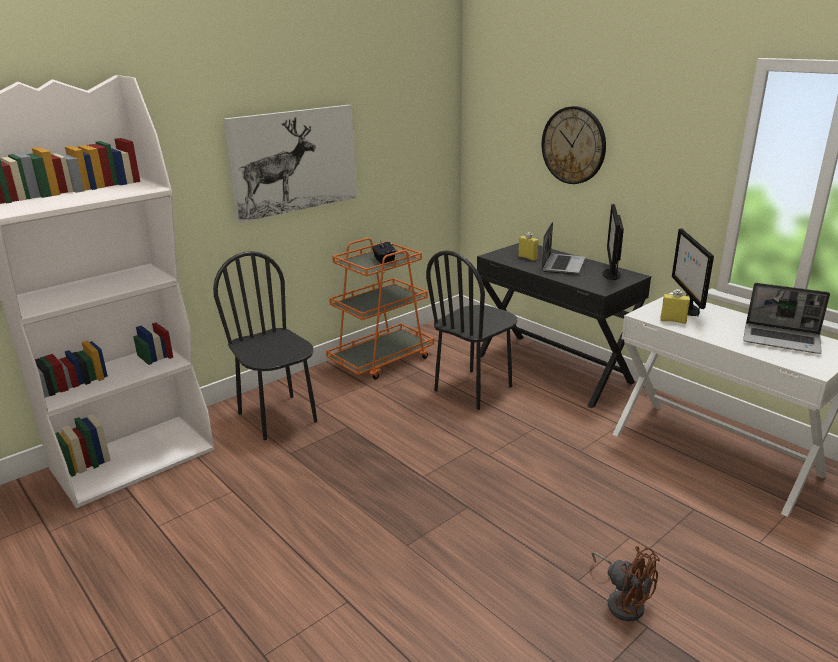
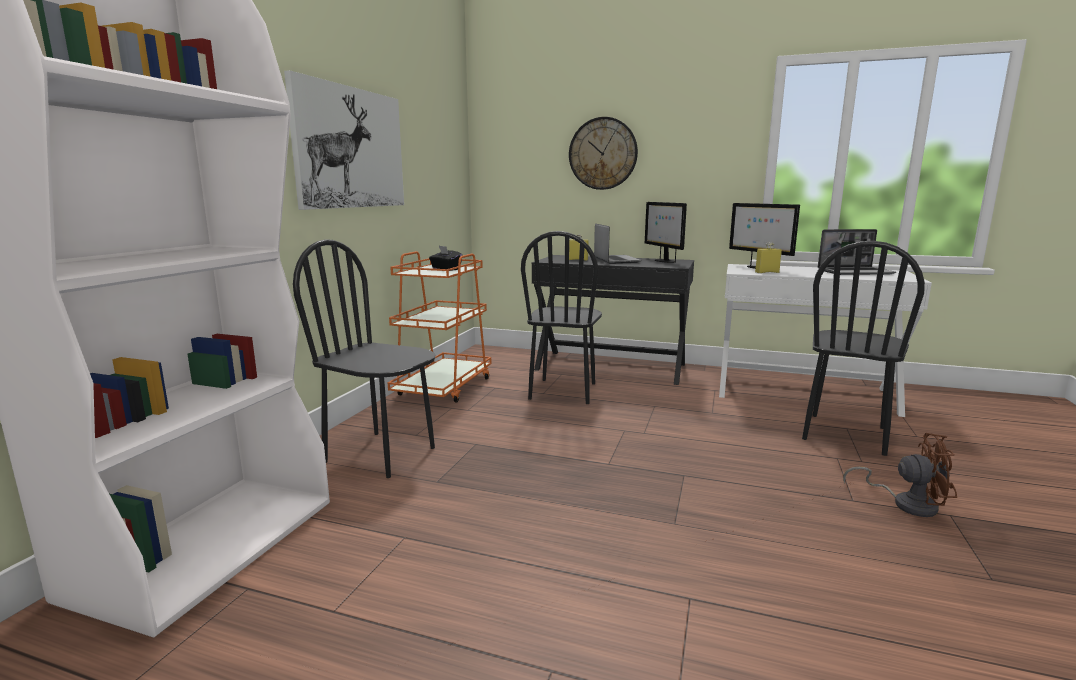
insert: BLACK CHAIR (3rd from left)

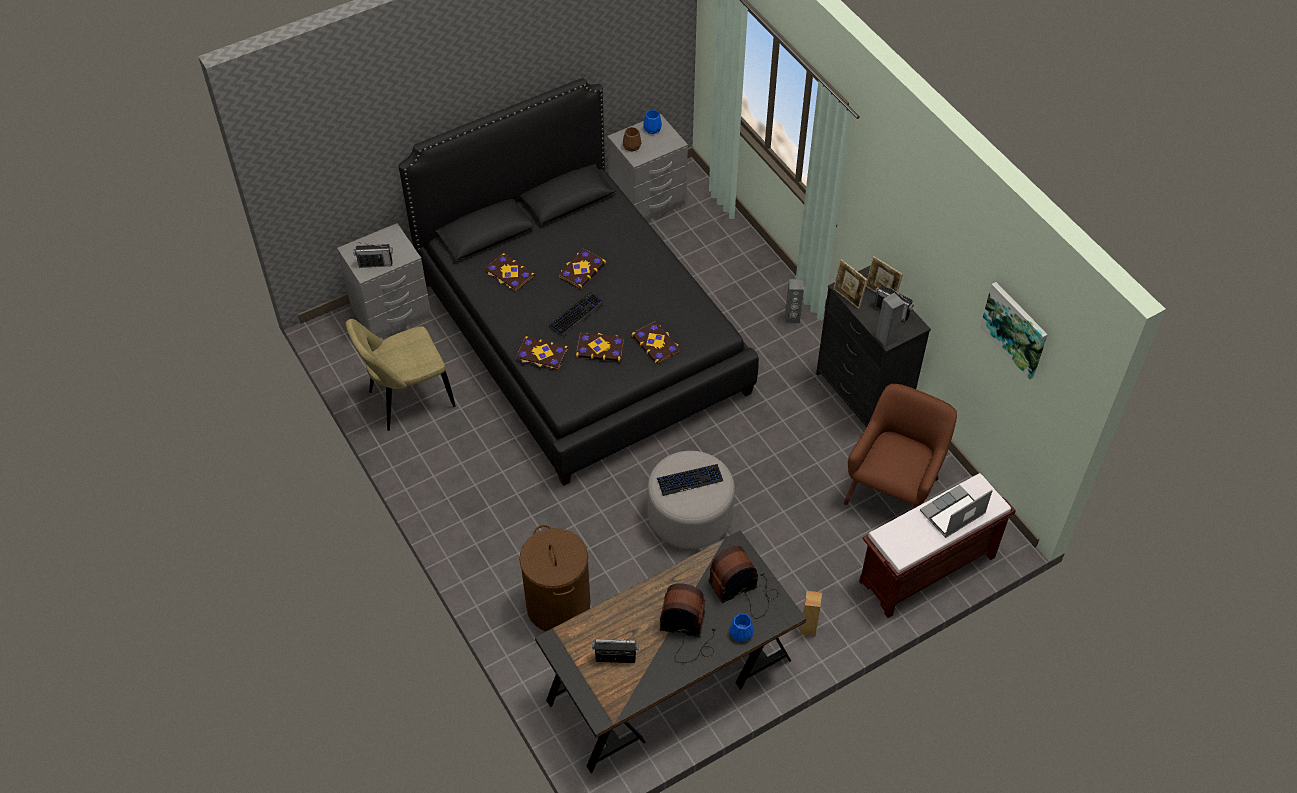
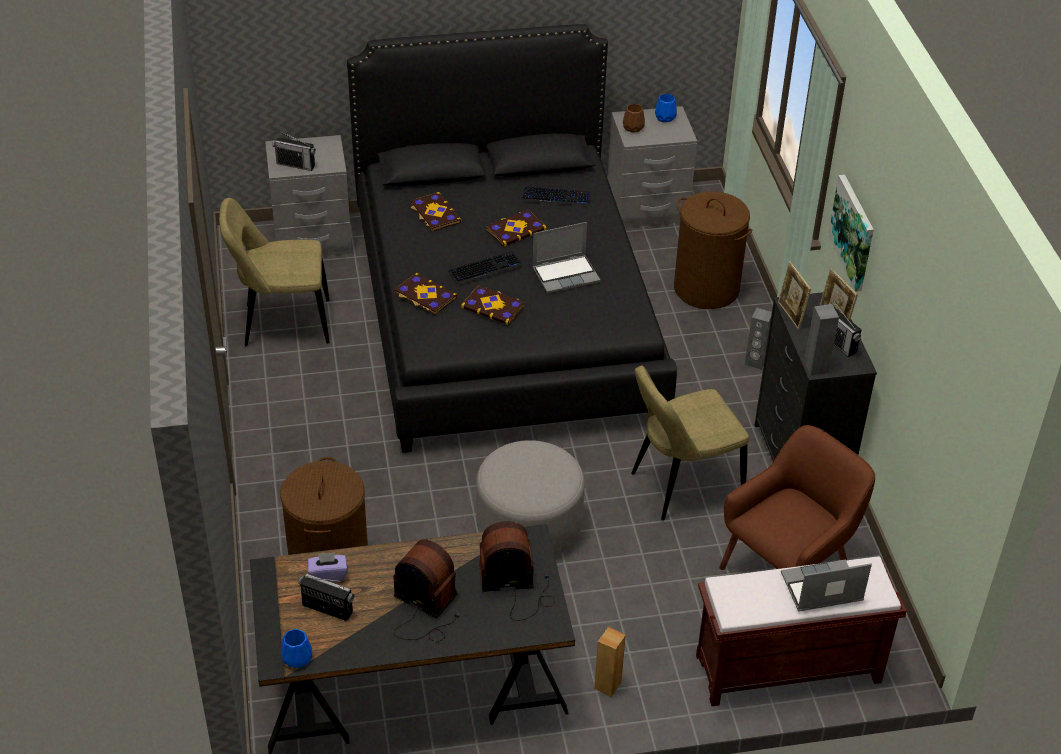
delete: BOOK (5th from left)
insert: PURPLE TISSUE BOX; LAPTOP (1st from left); BEIGE CHAIR (2nd from left); BROWN LAUNDRY BASKET (2nd from left)
move: BLUE VASE (2nd from left in the first image) to BLUE VASE (1st from left); KEYBOARD (2nd from left); PICTURE

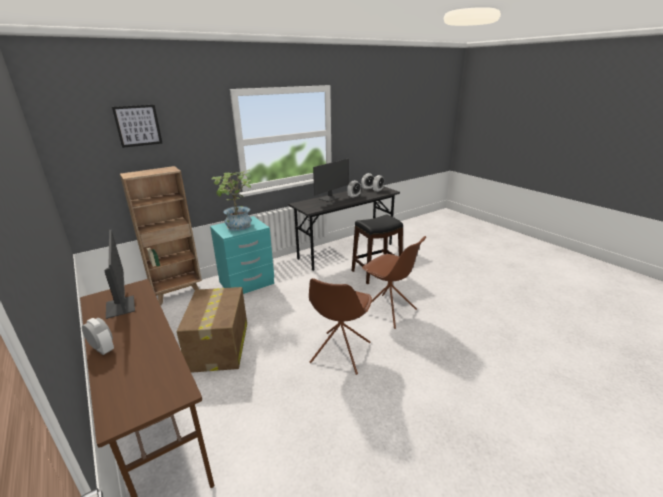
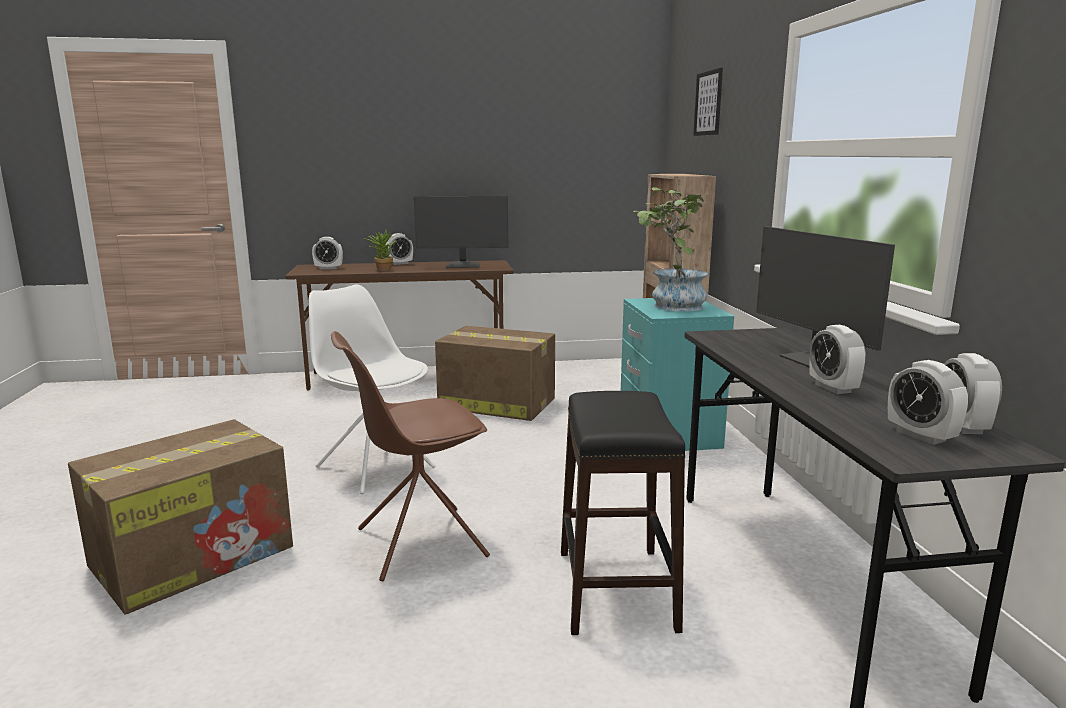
insert: CARDBOARD BOX (1st from left); ALARM CLOCK (1st from left); POTTED PLANT (1st from left)
recolor: BROWN CHAIR (1st from left) to WHITE CHAIR

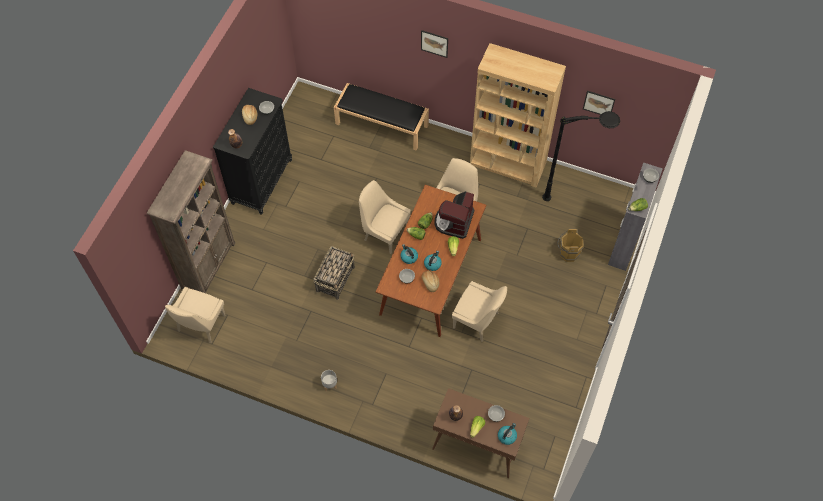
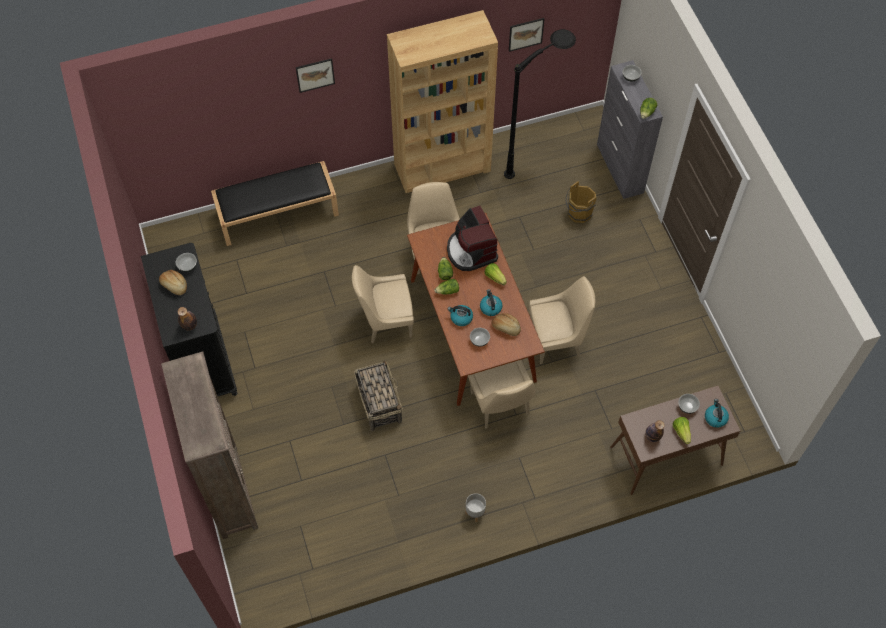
move: BEIGE CHAIR (1st from left in the first image) to BEIGE CHAIR (3rd from left)

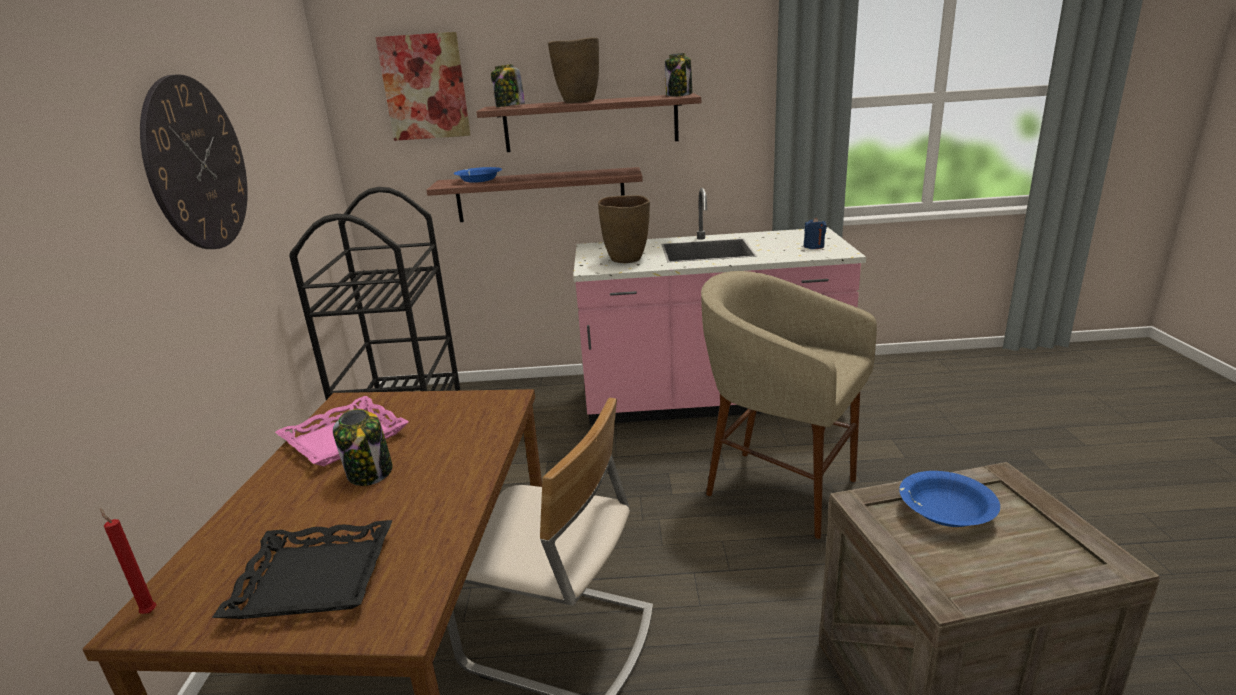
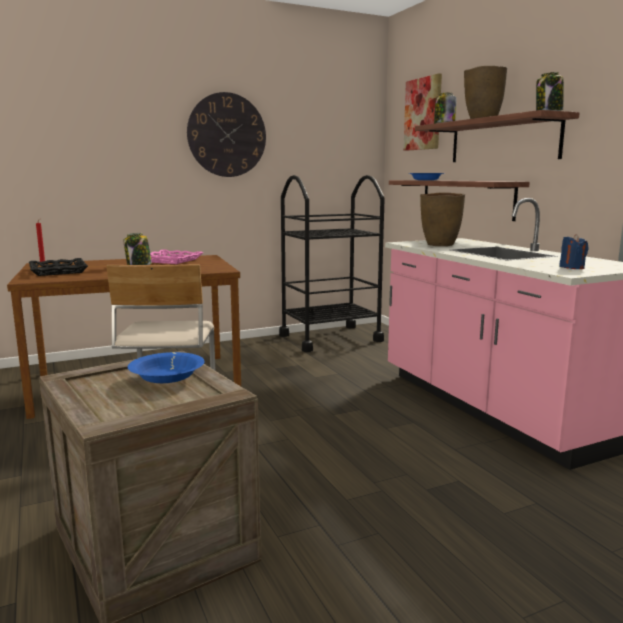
delete: BEIGE STOOL

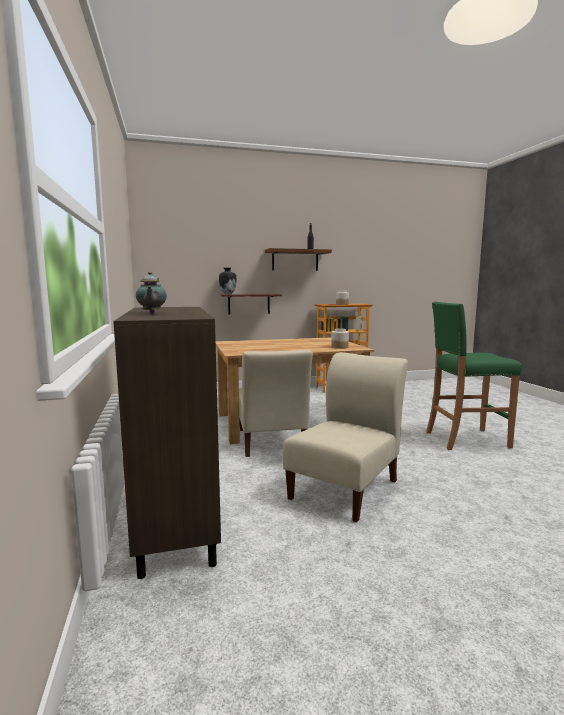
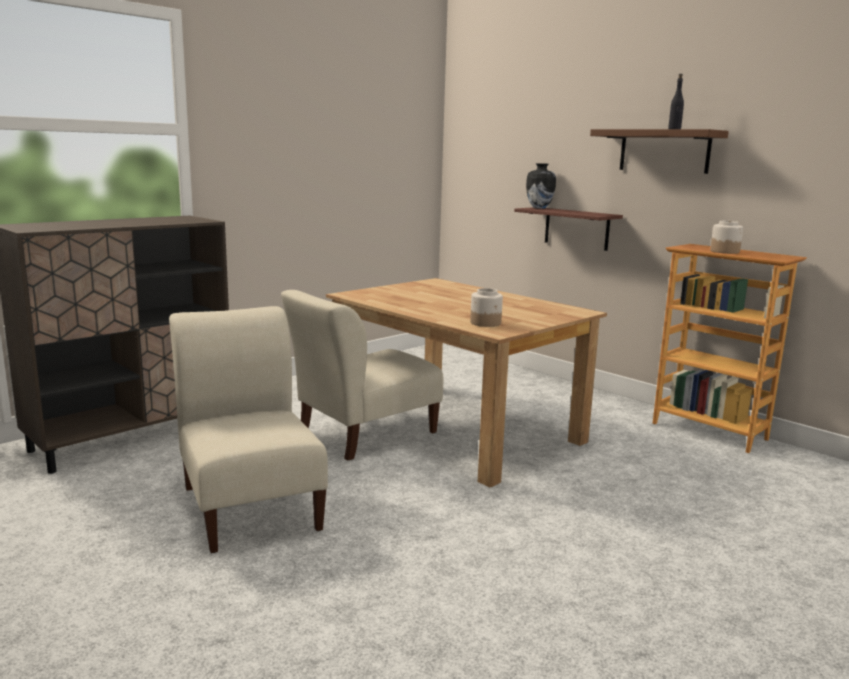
delete: TEAPOT; GREEN STOOL
rotate: BEIGE CHAIR (2nd from left in the first image) 120 degrees counterclockwise

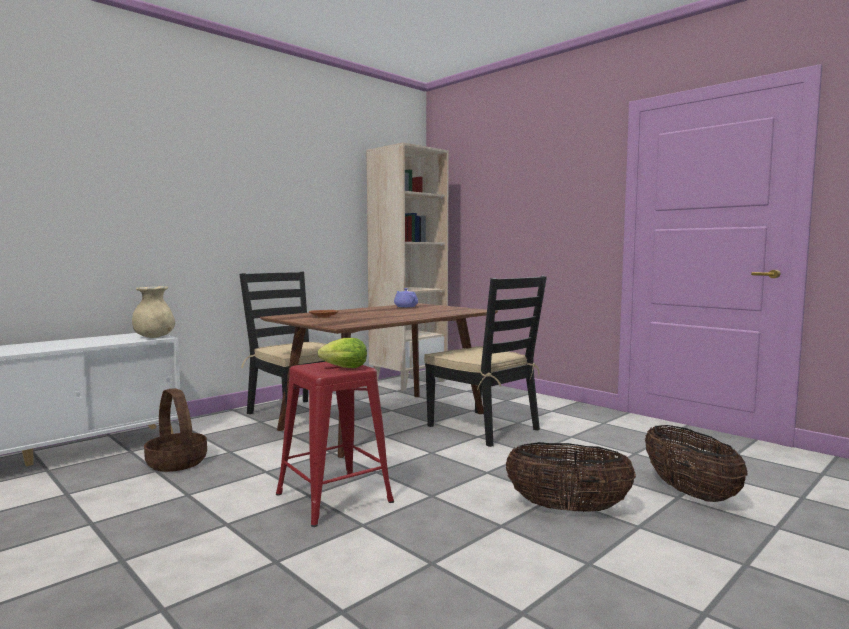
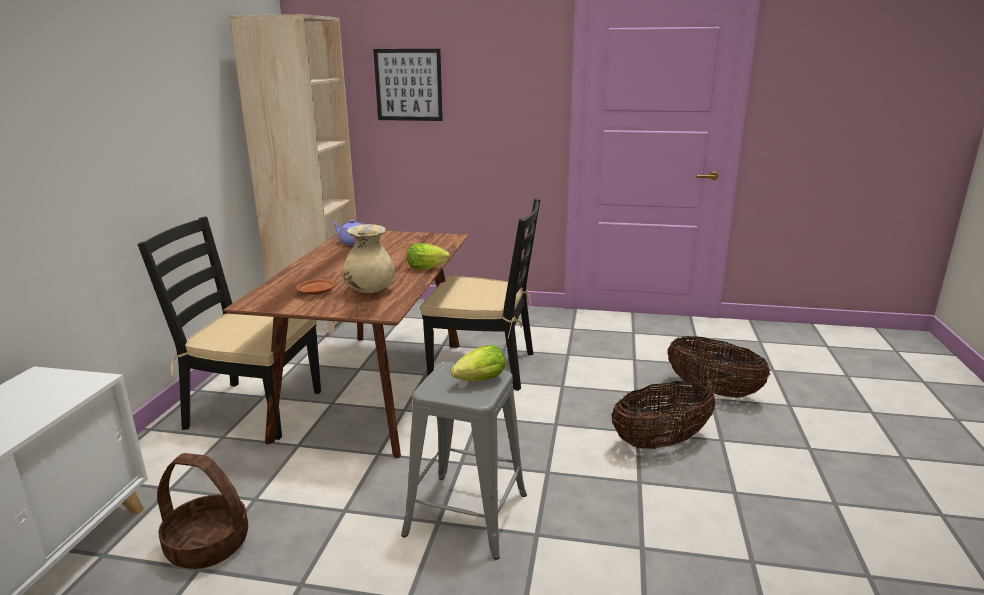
insert: PICTURE; LETTUCE (1st from left)
move: BEIGE VASE
recolor: RED STOOL to GREY STOOL

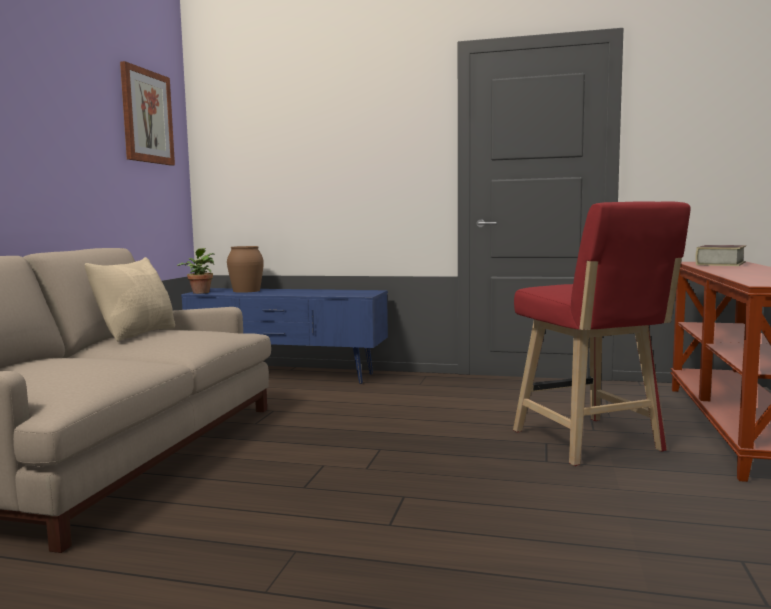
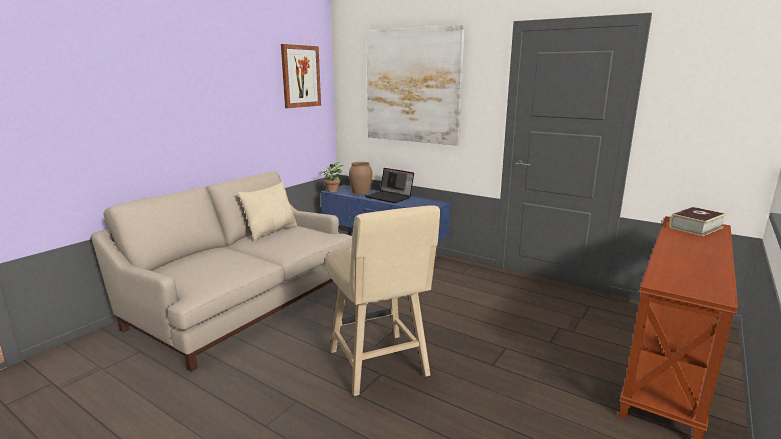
delete: RED STOOL
insert: BEIGE STOOL; LAPTOP; PICTURE (2nd from left)

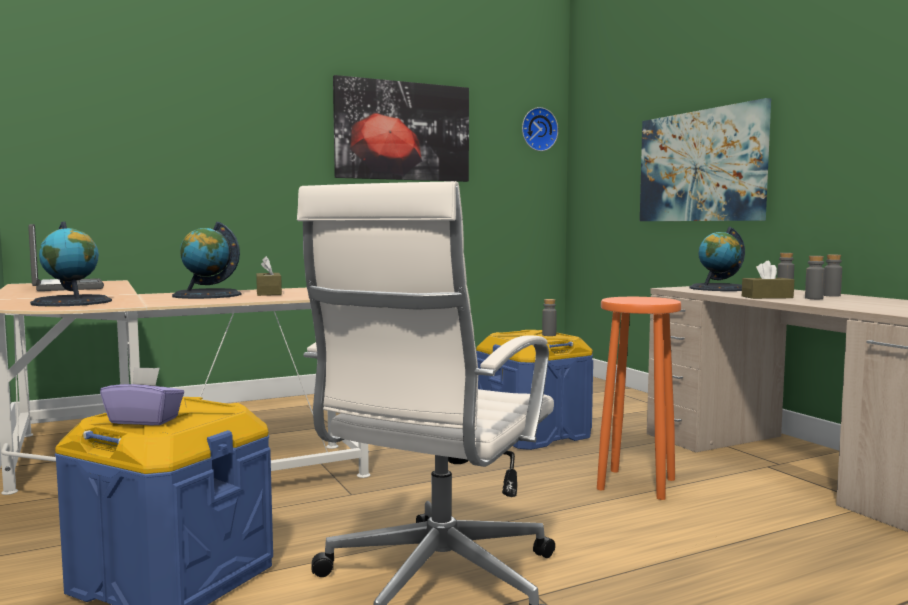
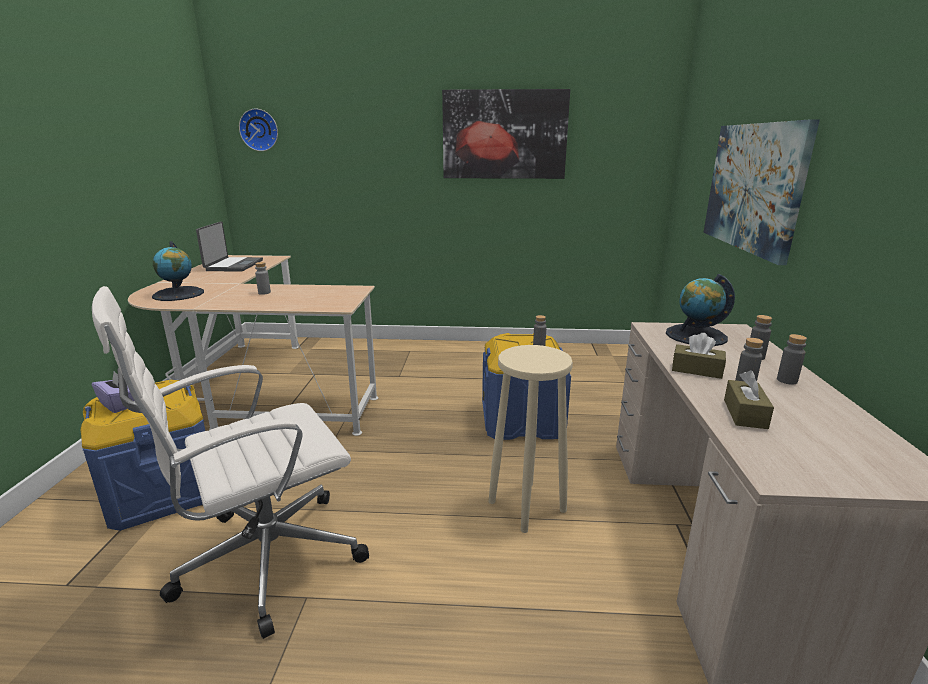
move: WALL CLOCK; BROWN TISSUE BOX (1st from left in the first image) to BROWN TISSUE BOX (2nd from left)
replace: GLOBE (2nd from left) to GREY BOTTLE (1st from left)
recolor: ORANGE STOOL to BEIGE STOOL

